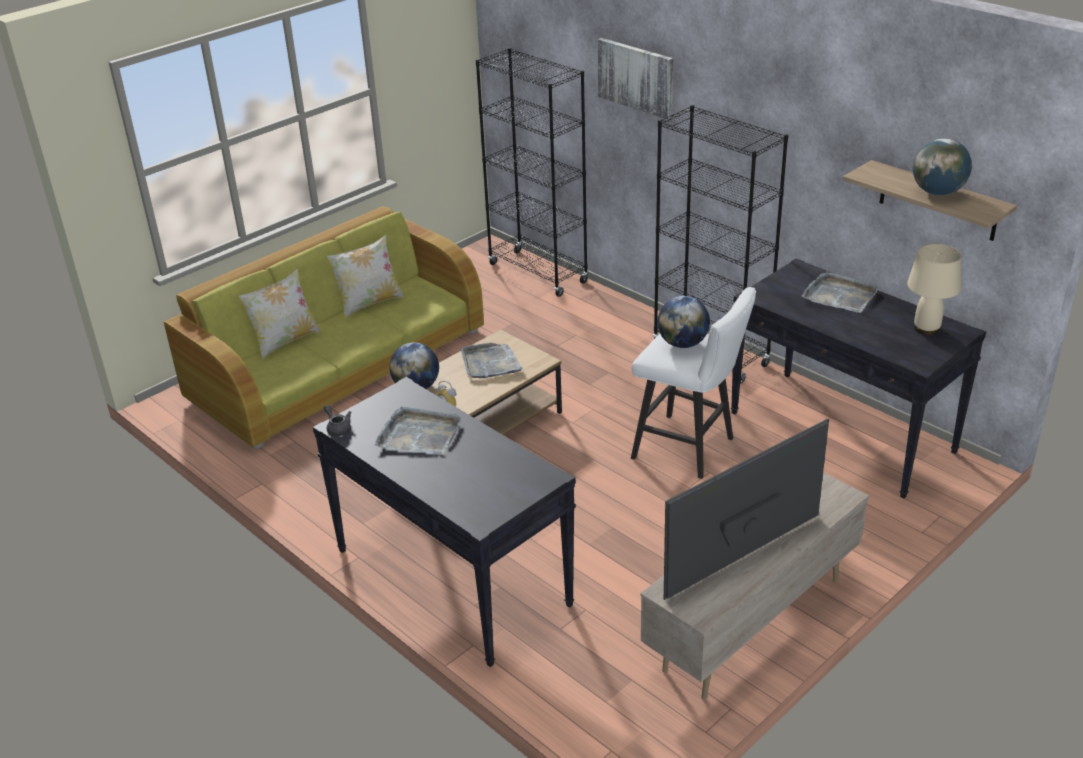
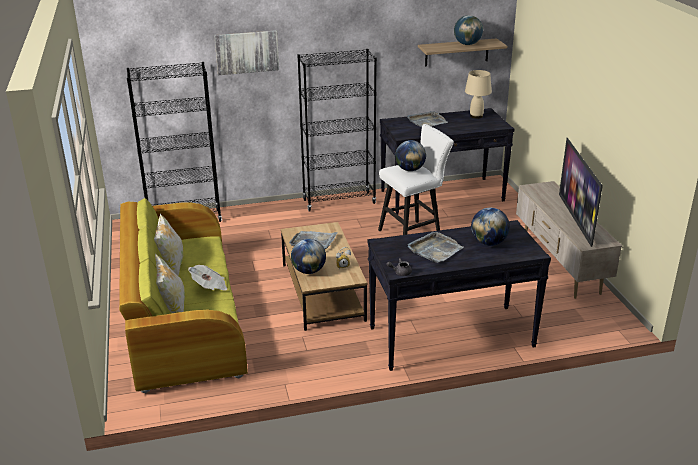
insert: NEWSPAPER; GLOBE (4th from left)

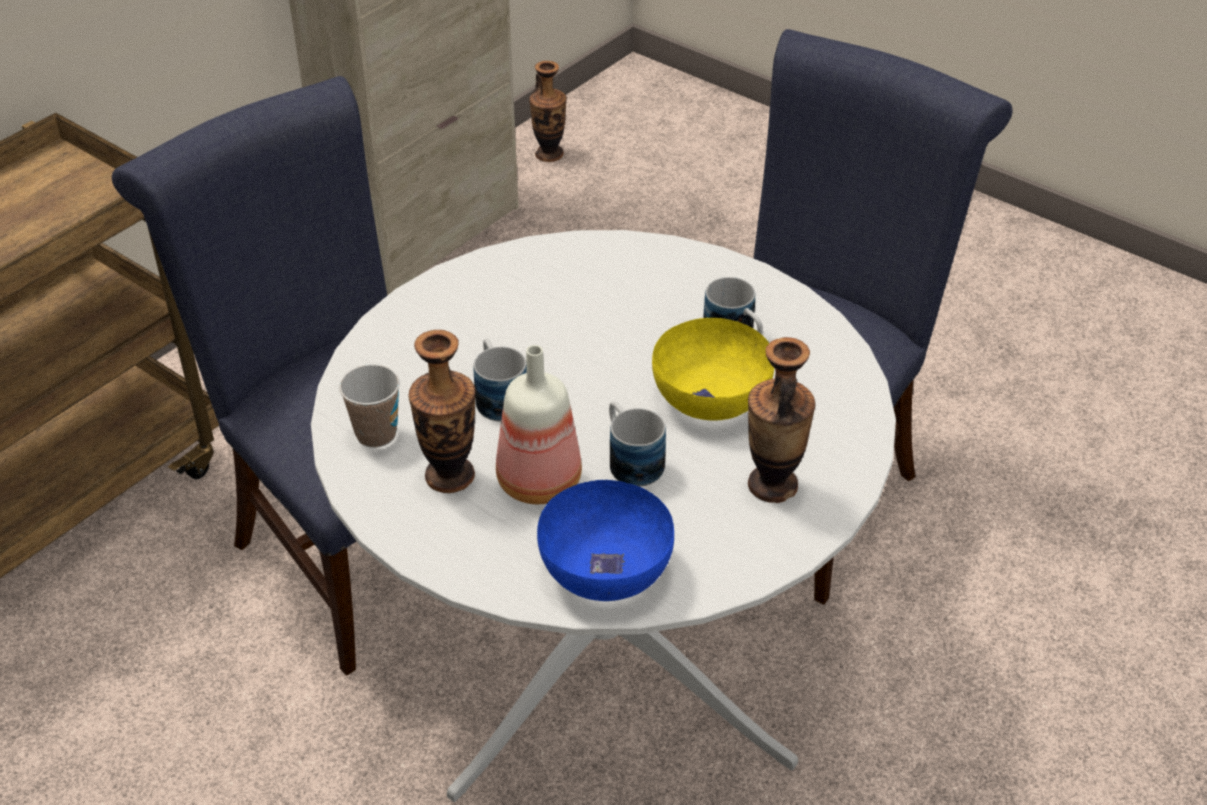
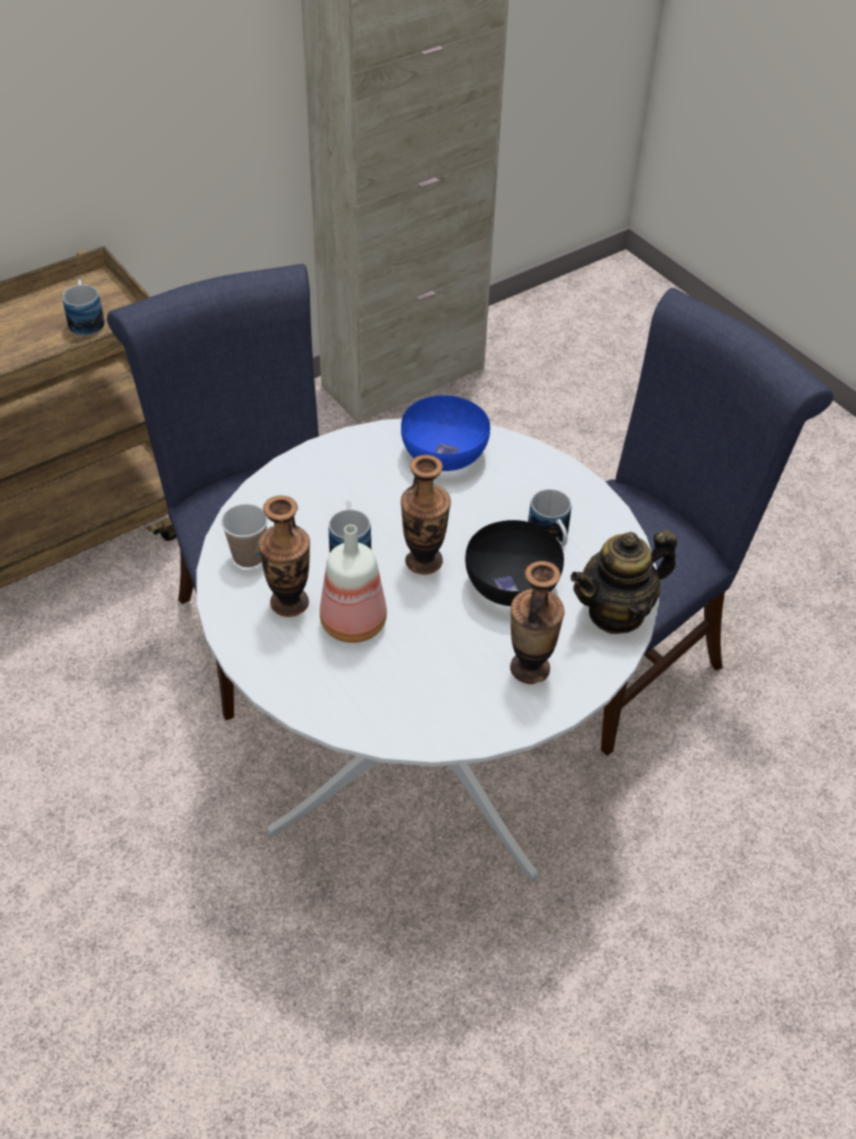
insert: TEAPOT
move: MUG (2nd from left in the first image) to MUG (1st from left); BLUE BOWL; VASE (2nd from left)
recolor: YELLOW BOWL to BLACK BOWL

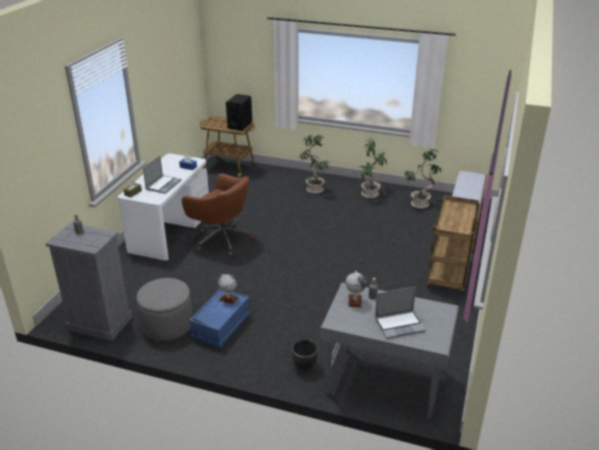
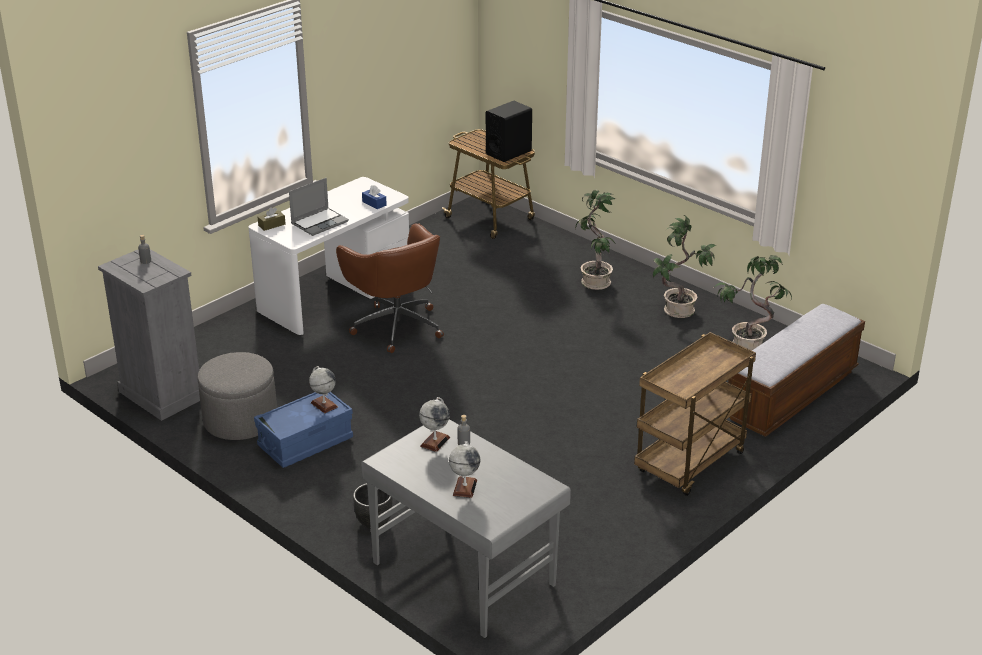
replace: LAPTOP (2nd from left) to GLOBE (3rd from left)

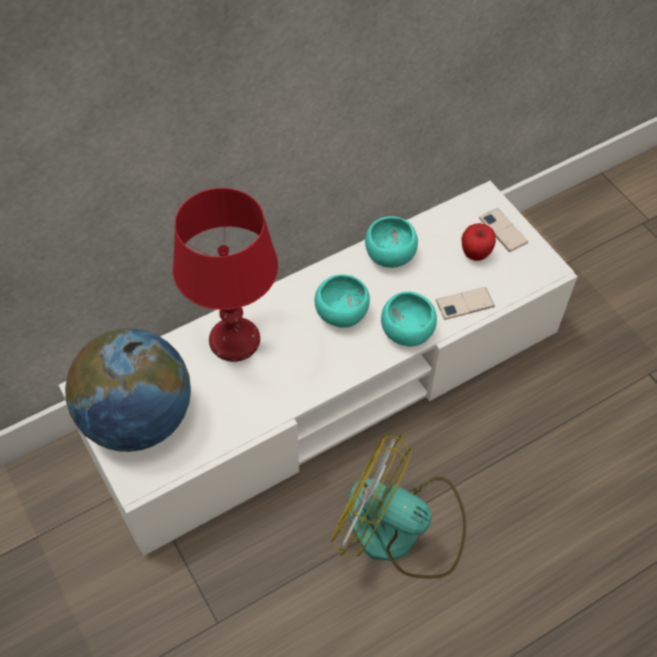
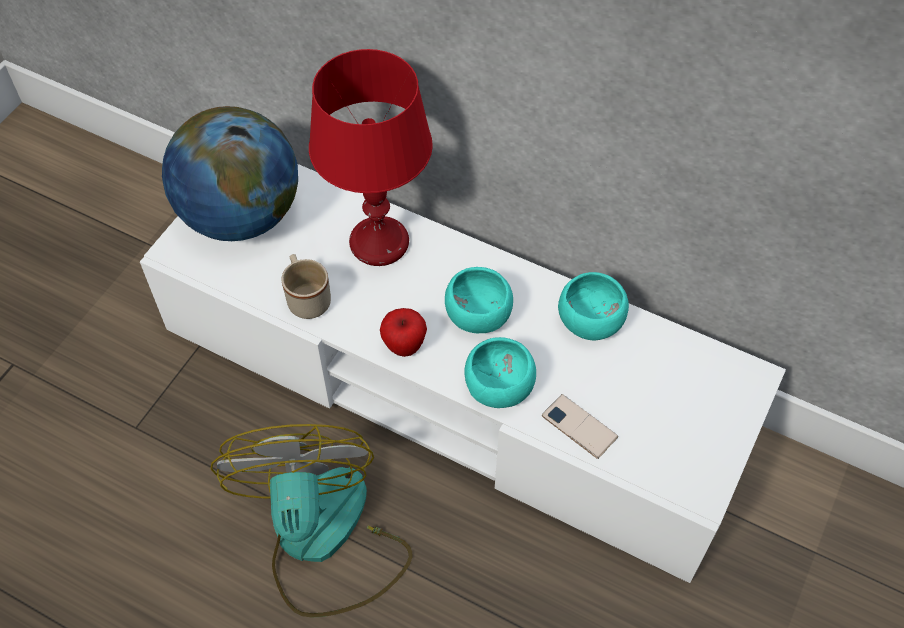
delete: PHONE (2nd from left)
insert: BEIGE MUG
move: APPLE

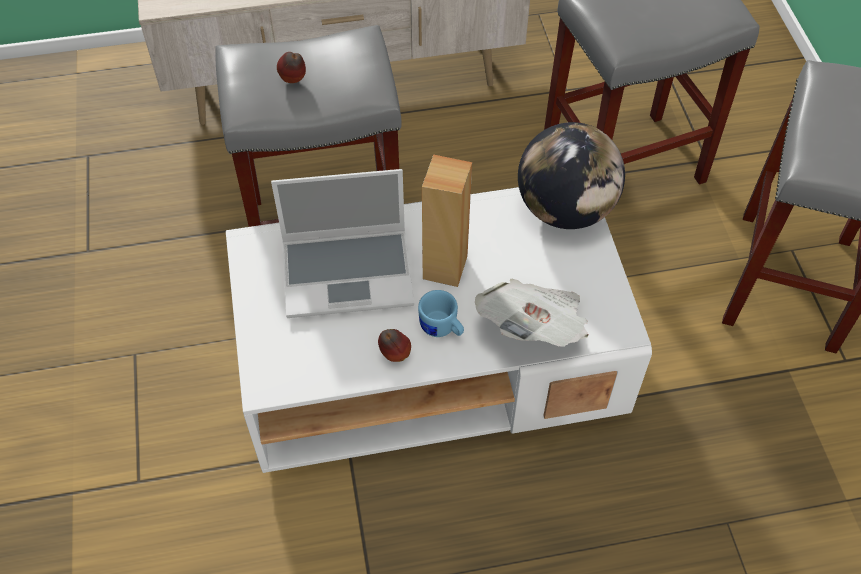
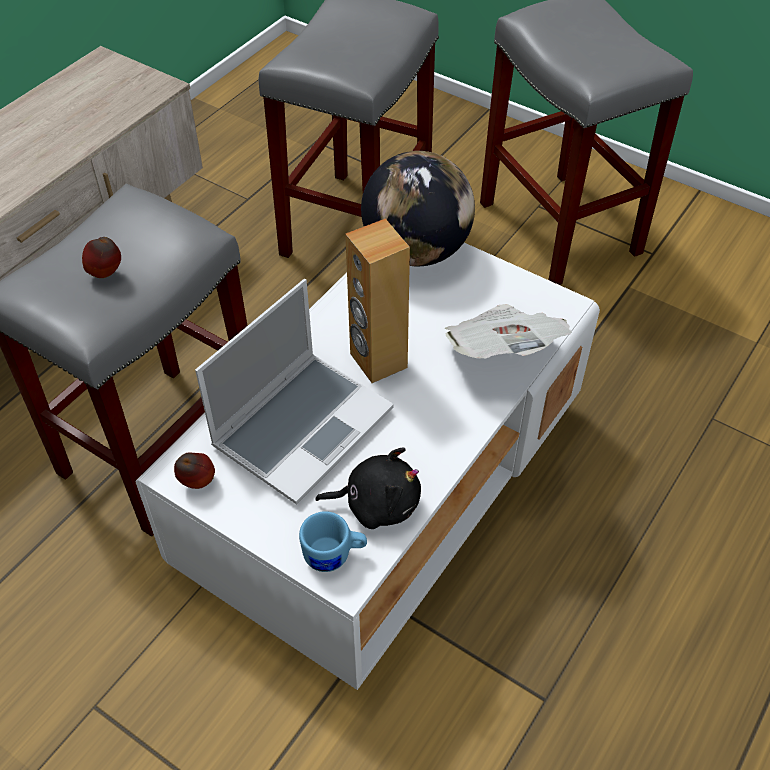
insert: BLACK PLUSH TOY
move: APPLE (2nd from left); BLUE MUG

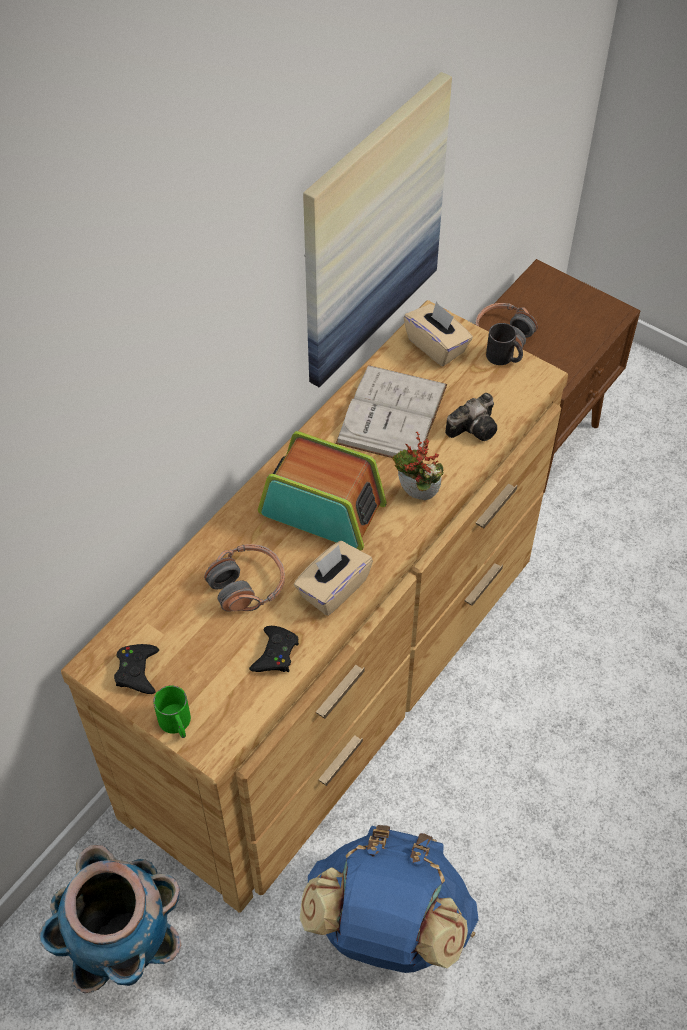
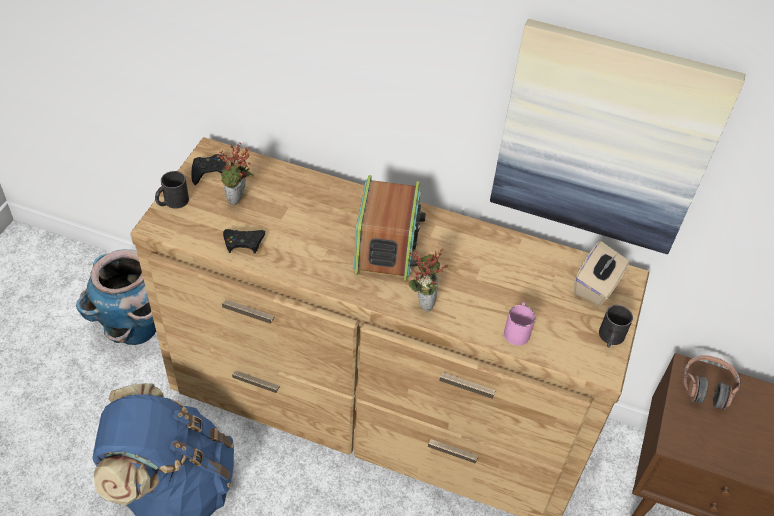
delete: HEADPHONES (1st from left); BEIGE TISSUE BOX (1st from left); WHITE BOOK
insert: POTTED PLANT (1st from left)
replace: PHOTO CAMERA to PINK MUG
recolor: GREEN MUG to BLACK MUG (1st from left)

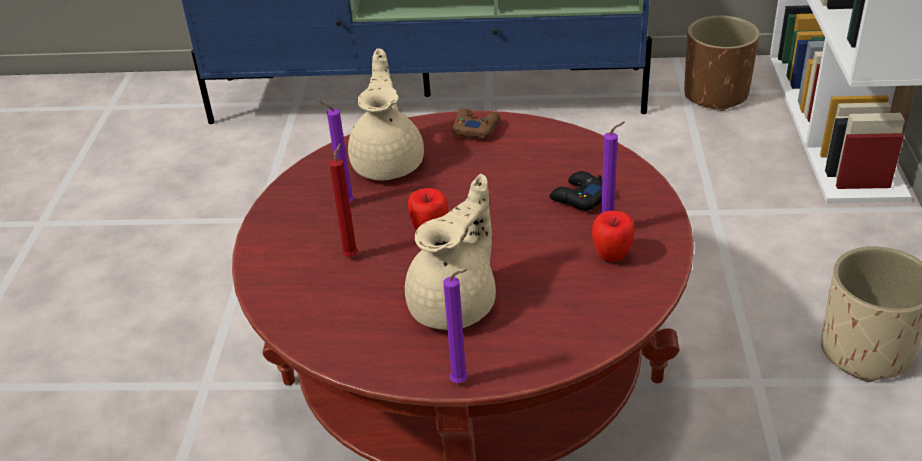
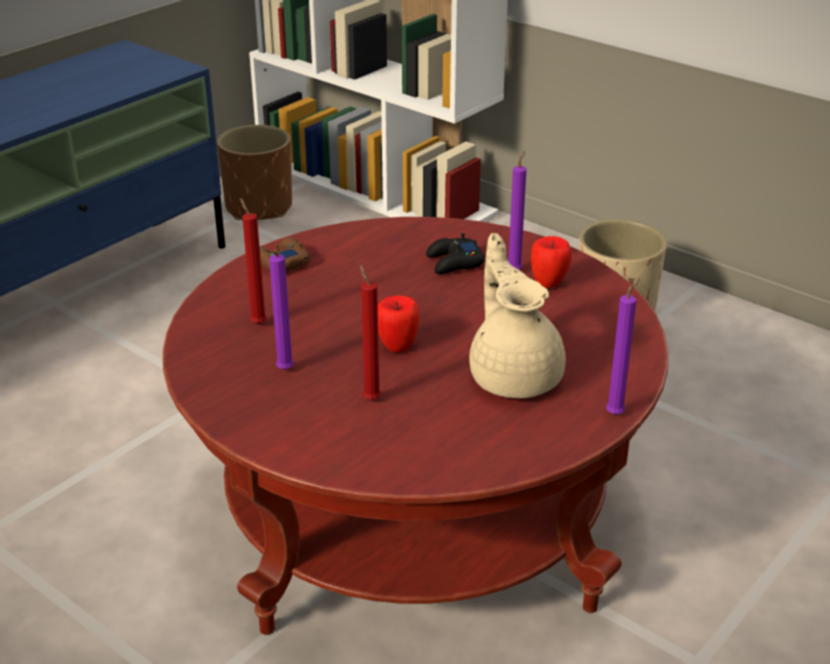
replace: BEIGE TEAPOT (1st from left) to RED CANDLE (1st from left)

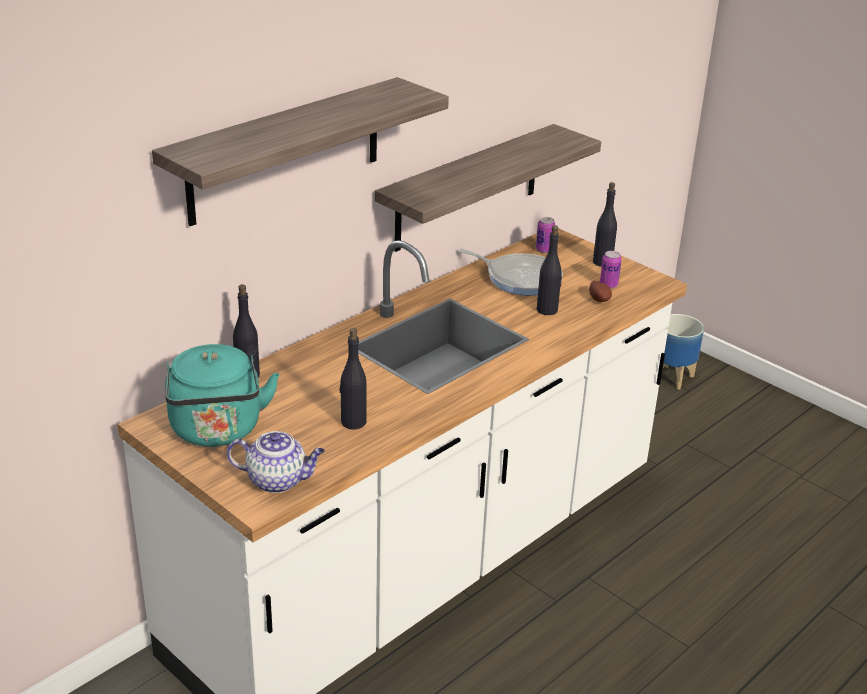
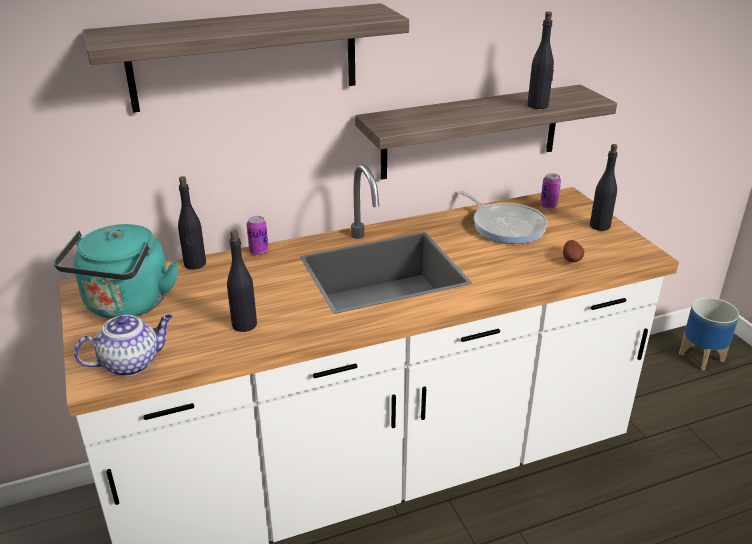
move: CAN (2nd from left in the first image) to CAN (1st from left); BLACK BOTTLE (3rd from left)
rotate: TEAPOT 60 degrees counterclockwise

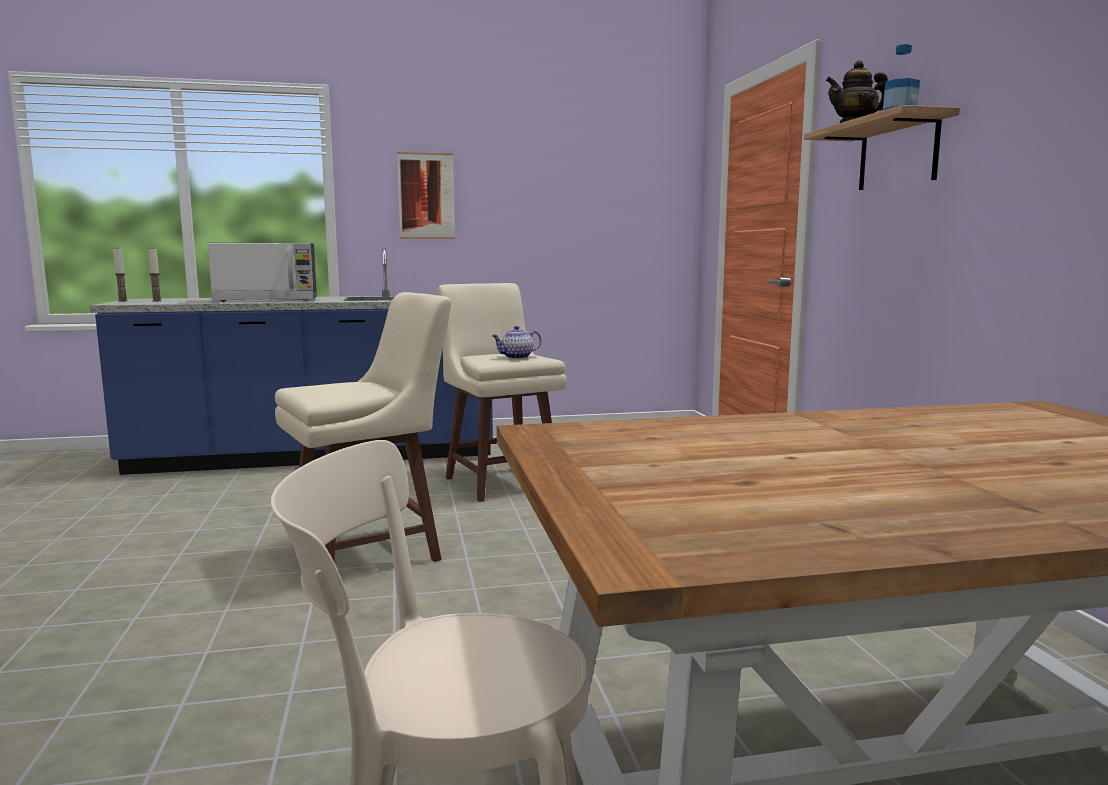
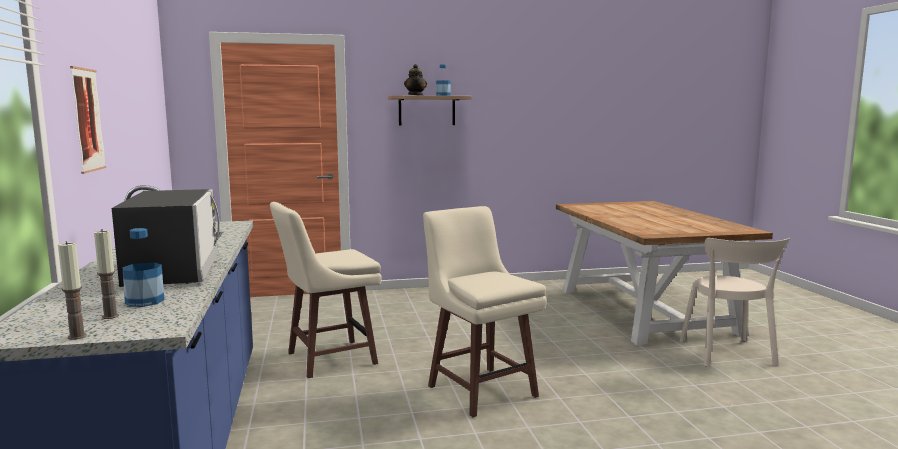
delete: TEAPOT (1st from left)
insert: BOTTLE (1st from left)

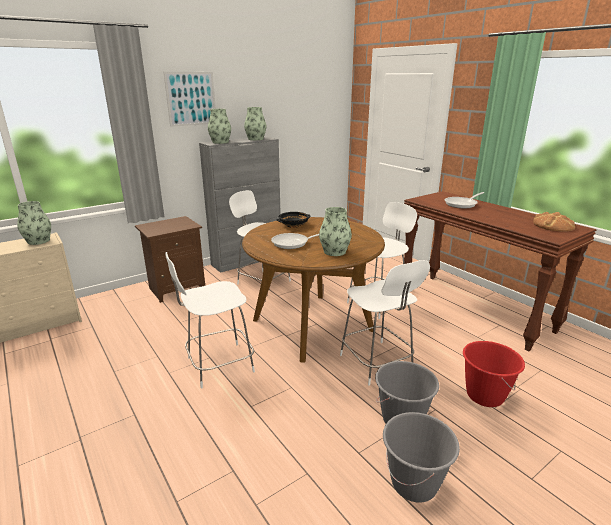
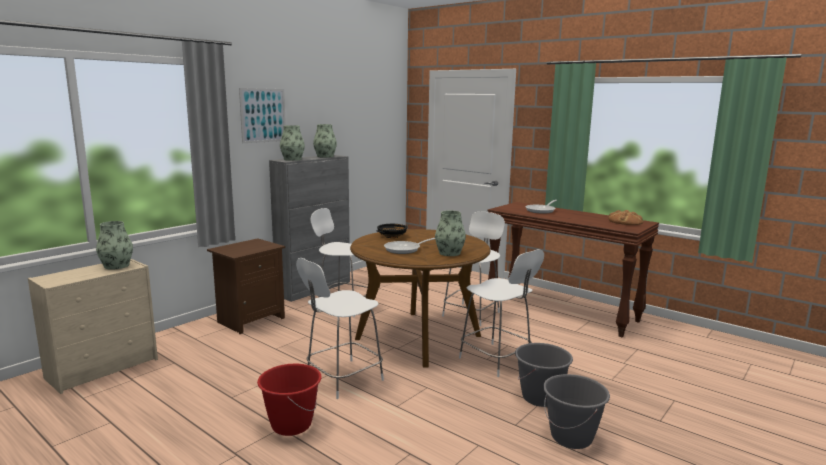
move: RED BUCKET

